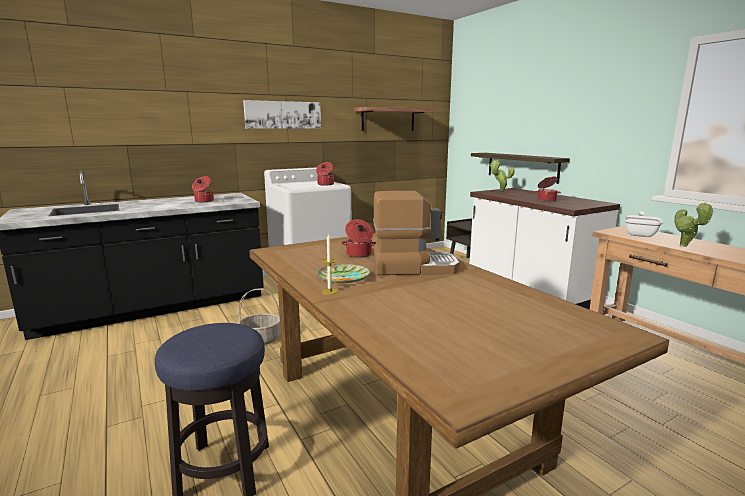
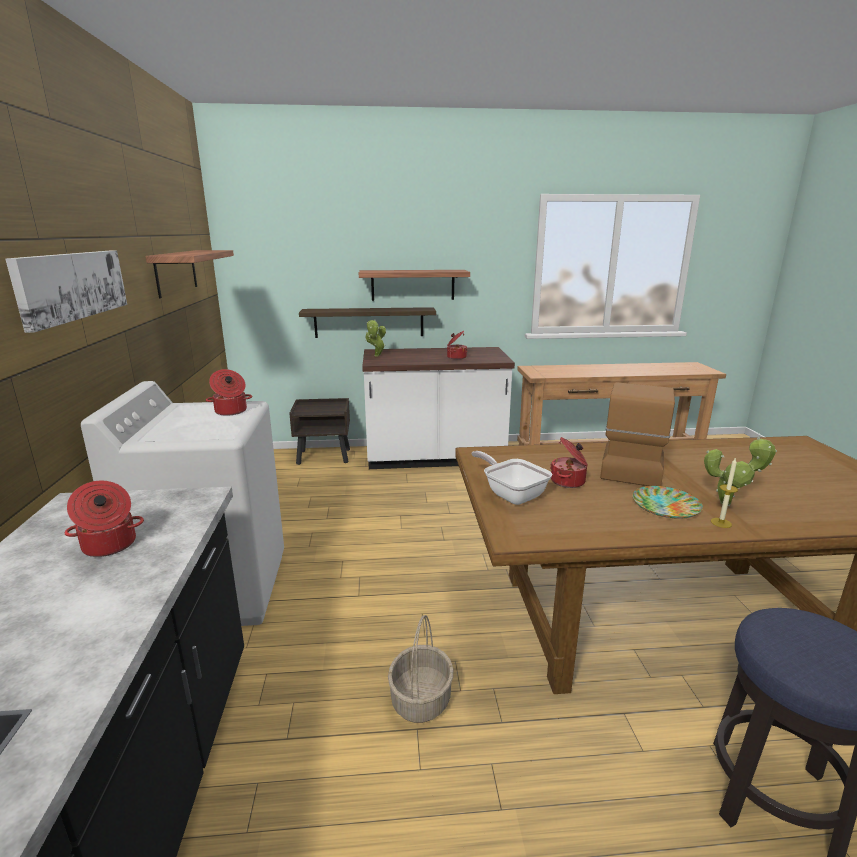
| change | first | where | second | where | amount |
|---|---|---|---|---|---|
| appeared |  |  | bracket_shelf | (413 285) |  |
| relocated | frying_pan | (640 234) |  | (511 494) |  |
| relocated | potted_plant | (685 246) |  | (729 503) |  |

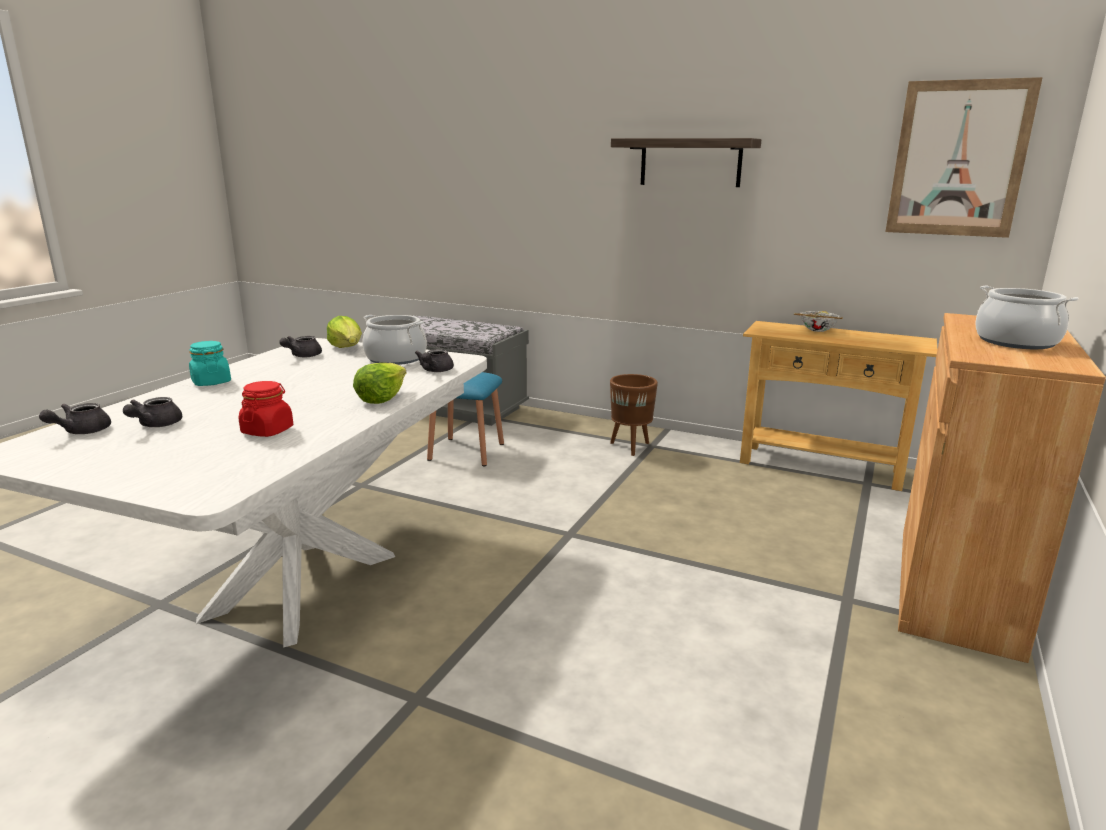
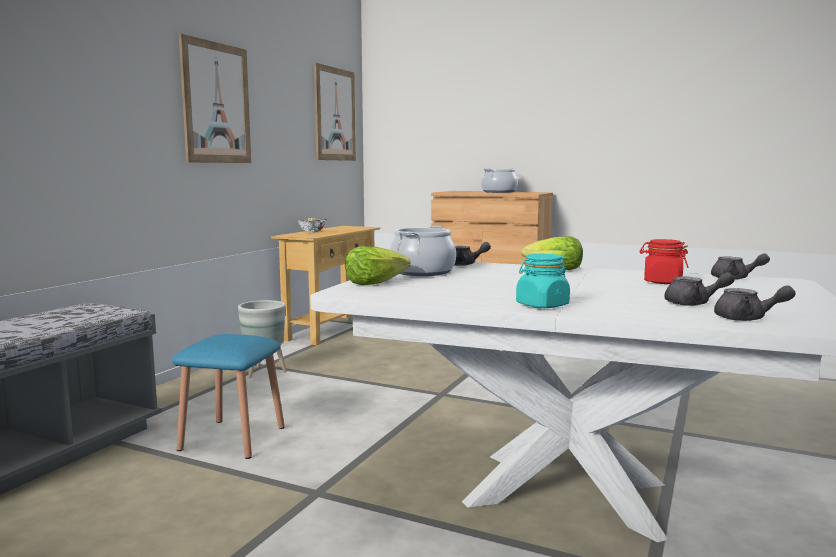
| change | first | where | second | where | amount |
|---|---|---|---|---|---|
| exchanged | bracket_shelf | (690 162) | picture | (216 103) |  |
| colour | brownish_planter | (631 447) | grey_planter | (265 372) |  |
| relocated | grey_pot_for_tea | (302 356) |  | (735 278) |  |

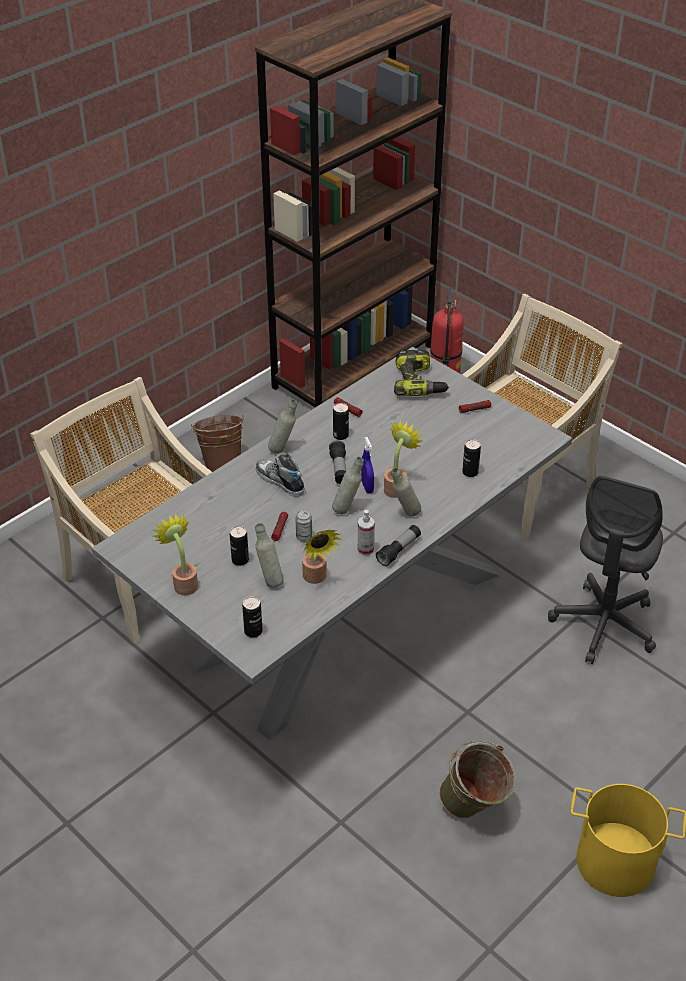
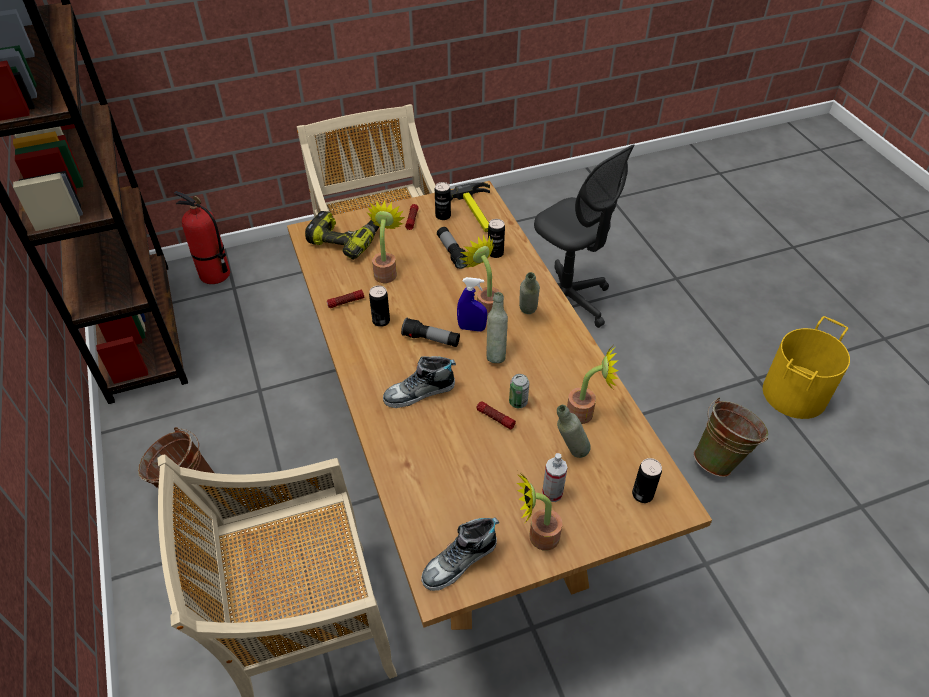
| change | first | where | second | where | amount |
|---|---|---|---|---|---|
| colour | grey_kitchen_table | (344 618) | brownish_kitchen_table | (466 466) |  |
| appeared |  |  | potted_plant | (386 272) |  |
| appeared |  |  | low_shoe | (460 562) |  |
| relocated | sealed_can | (240 560) |  | (443 216) |  |
| relocated | torch | (399 550) |  | (452 253) |  |
| appeared |  |  | hand_hammer | (477 212) |  |
| relocated | sprayer | (365 549) |  | (552 493) |  |
| missing | grey_beverage_bottle | (283 449) |  |  |  |

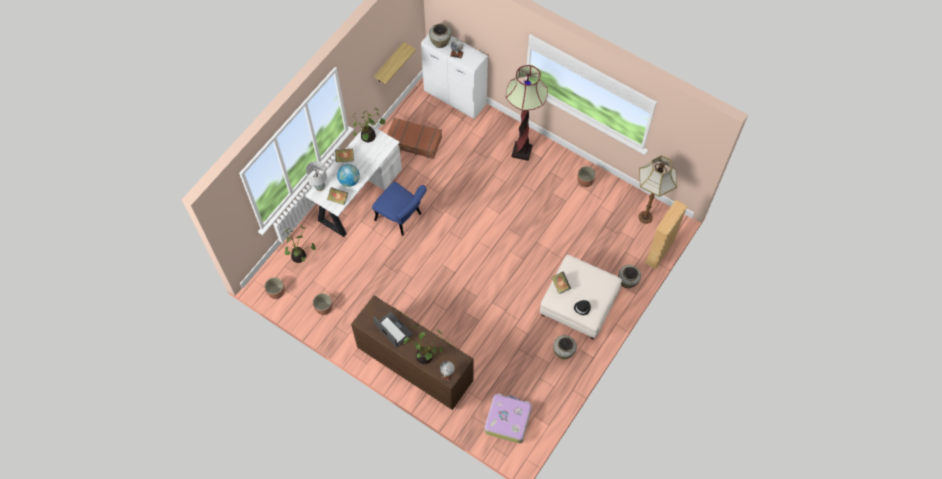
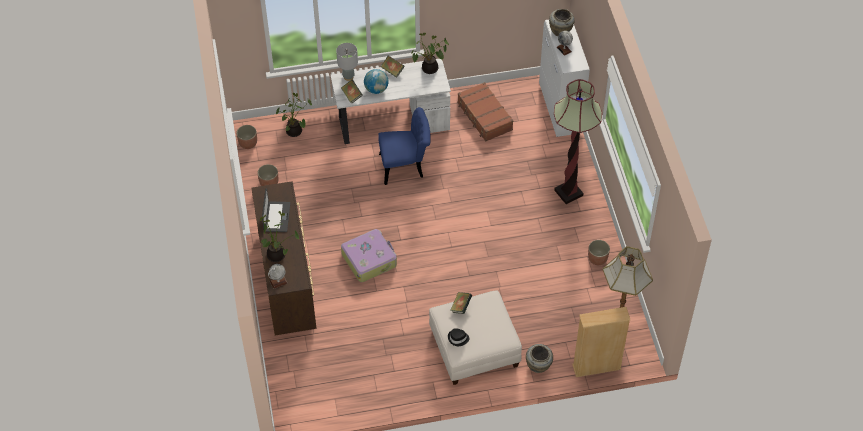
| change | first | where | second | where | amount |
|---|---|---|---|---|---|
| relocated | piece_of_luggage | (507 420) |  | (369 259) |  |
| spun | blue_plain_chair | (401 218) |  | (406 166) | 90 degrees counterclockwise |
| missing | bracket_shelf | (389 64) |  |  |  |
| missing | sand-coloured_flower_vase | (564 352) |  |  |  |

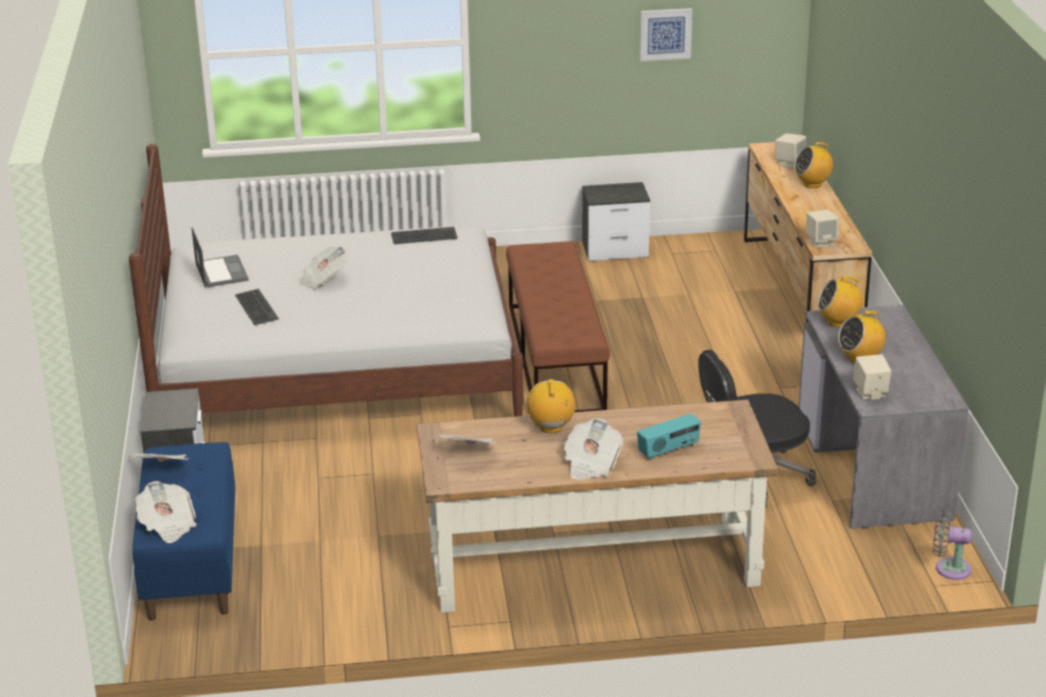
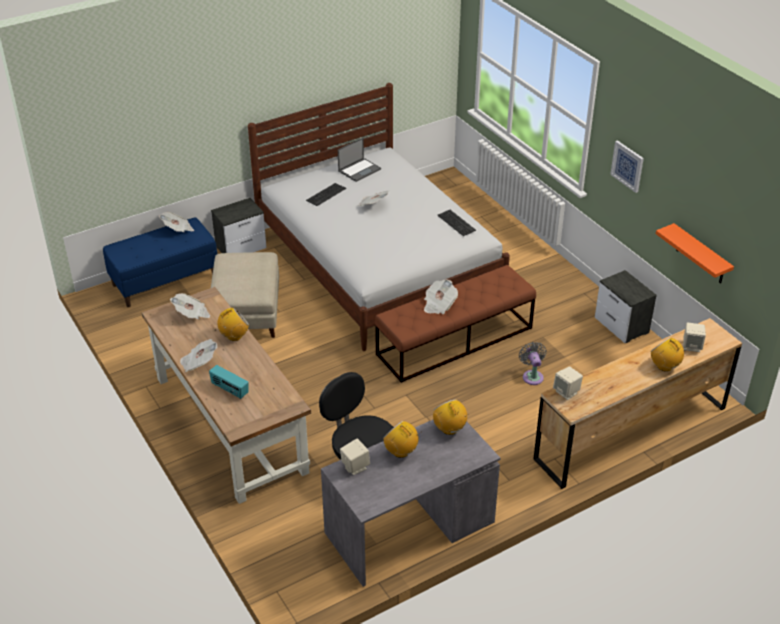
| change | first | where | second | where | amount |
|---|---|---|---|---|---|
| appeared |  |  | sand-coloured_pouffe | (246 313) |  |
| relocated | printed_paper | (167 525) |  | (439 305) |  |
| relocated | grey_fan | (949 568) |  | (532 376) |  |
| relocated | picture | (665 34) |  | (627 166) |  |
| appeared |  |  | orangey_bracket_shelf | (701 255) |  |

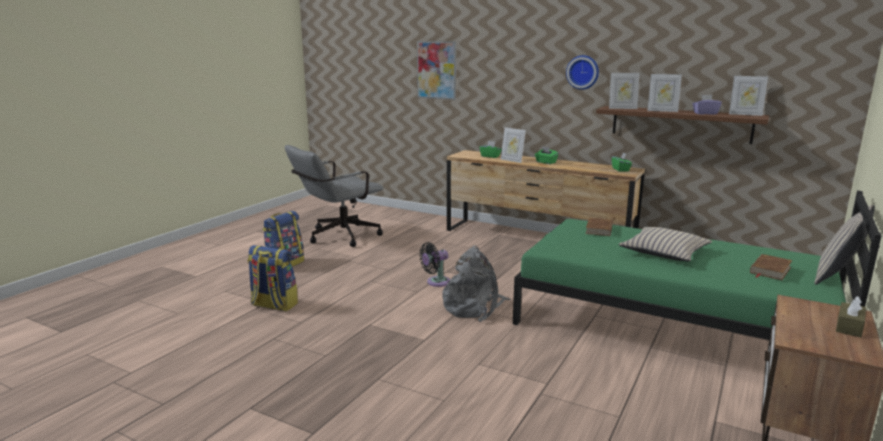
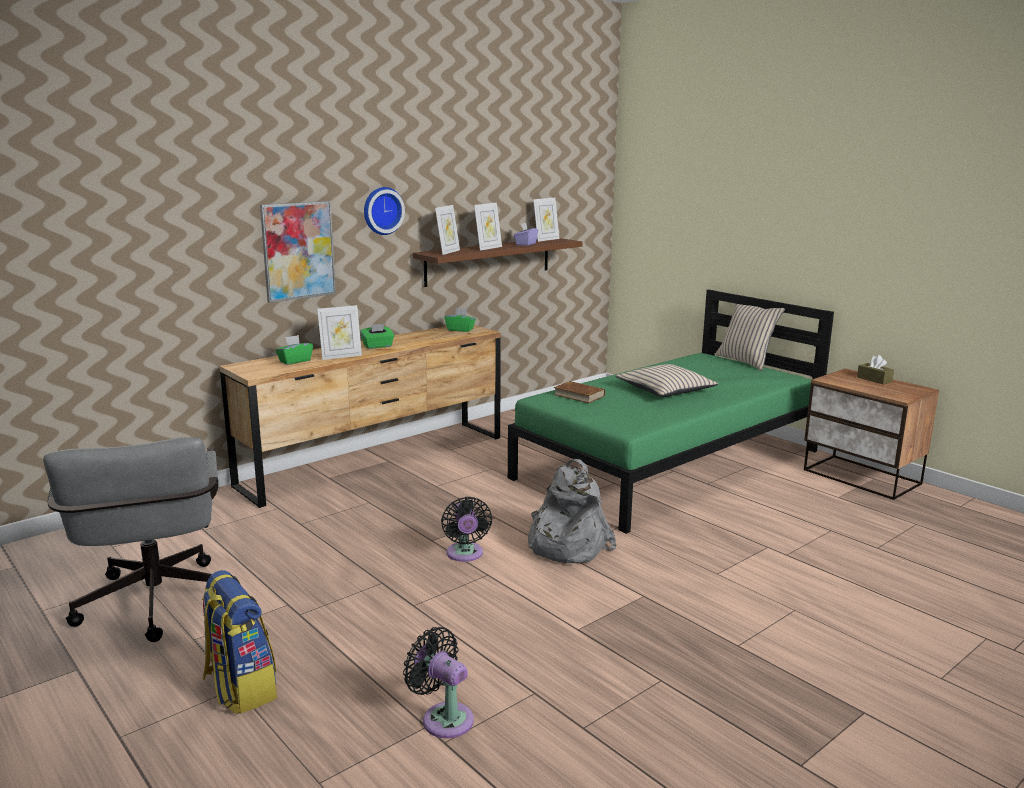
| change | first | where | second | where | amount |
|---|---|---|---|---|---|
| relocated | picture | (436 70) |  | (298 251) |  |
| exchanged | knapsack | (273 305) | black-coloured_fan | (443 718) |  |
| missing | brownish_bound_book | (770 270) |  |  |  |

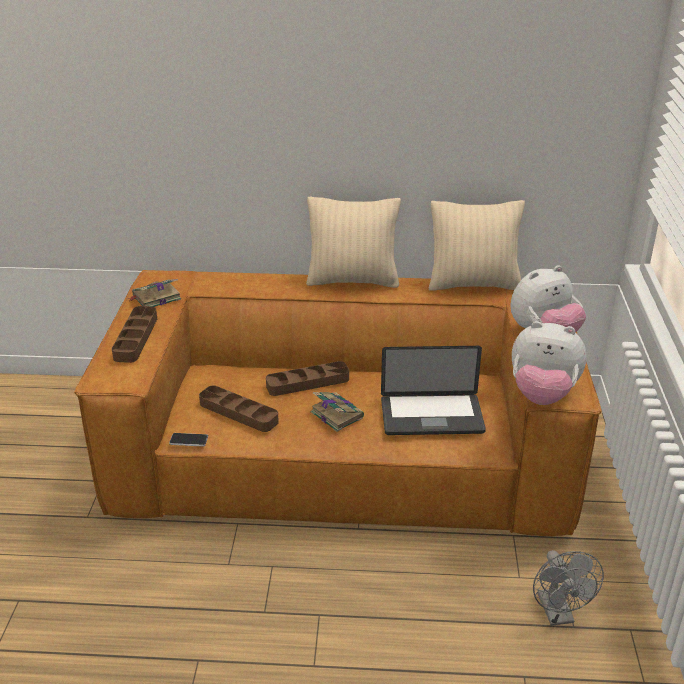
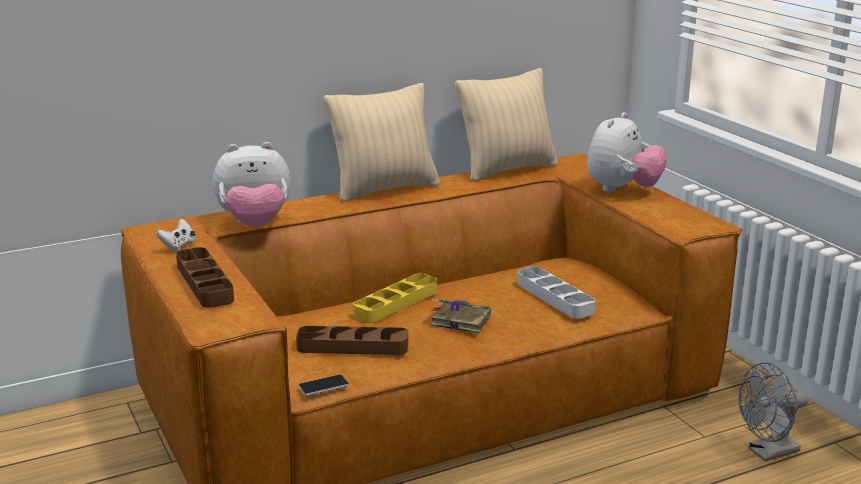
| change | first | where | second | where | amount |
|---|---|---|---|---|---|
| exchanged | bound_book | (155 298) | white-coloured_game_controller | (178 246) |  |
| relocated | cuddly_toy | (542 395) |  | (255 224) |  |
| colour | brownish_carrying_tray | (308 382) | yellow_carrying_tray | (396 303) |  |
| exchanged | notebook_computer | (431 416) | grey_carrying_tray | (554 297) |  |
| spun | grey_fan | (558 614) |  | (767 453) | 105 degrees clockwise |

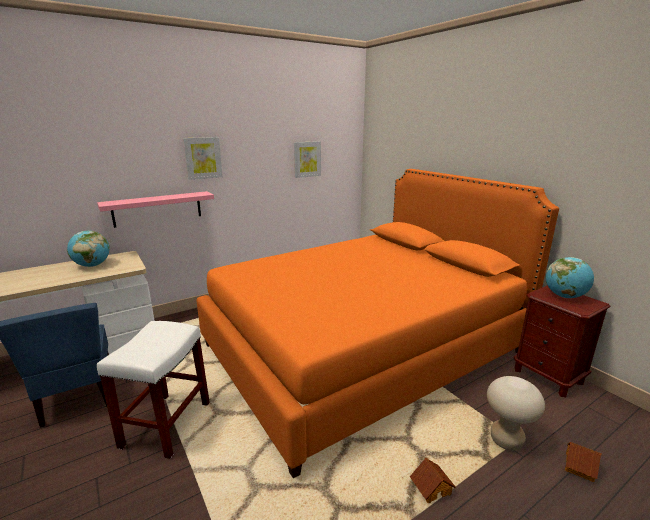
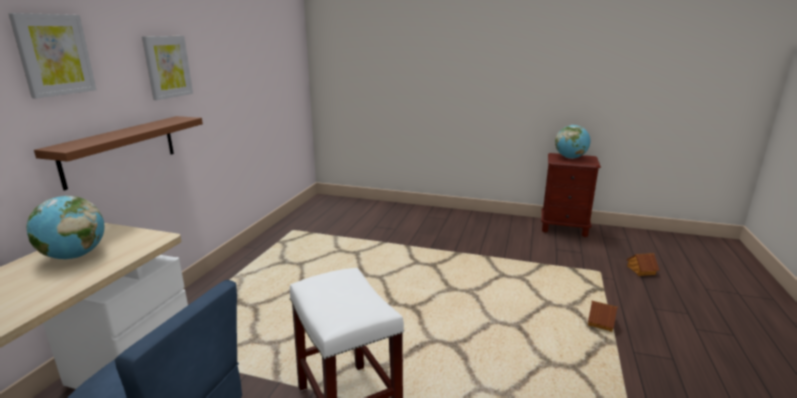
| change | first | where | second | where | amount |
|---|---|---|---|---|---|
| relocated | picture | (307 159) |  | (54 55) |  |
| colour | pink-coloured_bracket_shelf | (157 209) | brownish_bracket_shelf | (120 150) |  |
| missing | orangey_bedroom_bed | (362 348) |  |  |  |
| missing | sand-coloured_stool_seat | (506 440) |  |  |  |

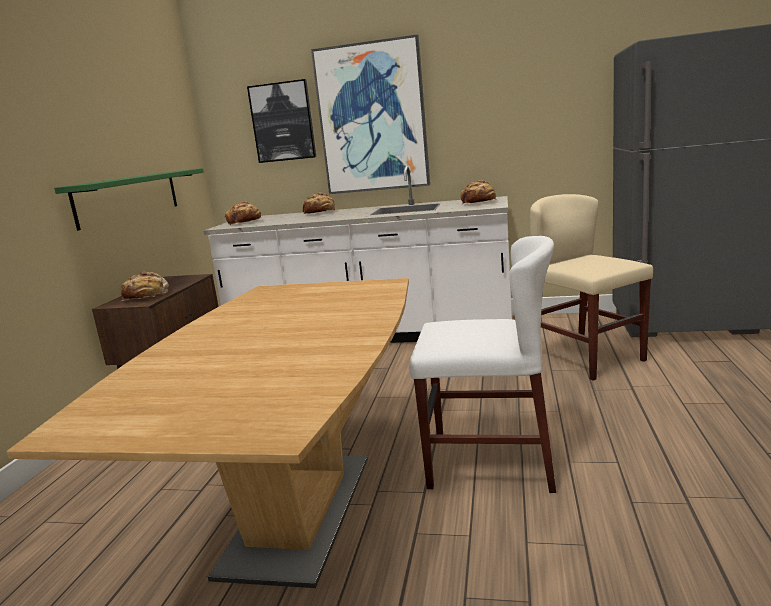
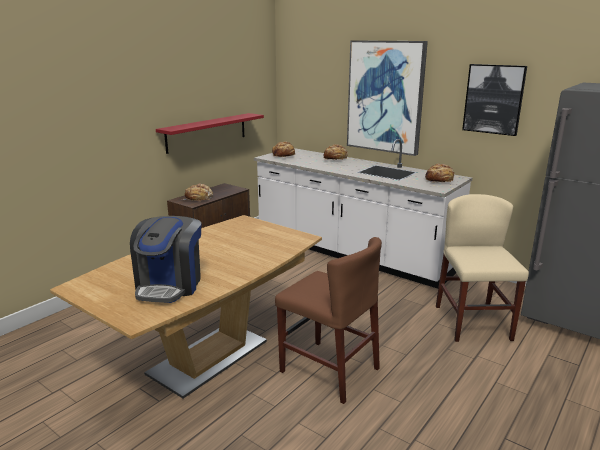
| change | first | where | second | where | amount |
|---|---|---|---|---|---|
| appeared |  |  | coffee_brewer | (170 285) |  |
| colour | green-coloured_bracket_shelf | (129 197) | red_bracket_shelf | (207 132) |  |
| colour | white-coloured_plain_chair | (490 461) | brownish_plain_chair | (329 370) |  |
| relocated | picture | (283 122) |  | (493 99) |  |

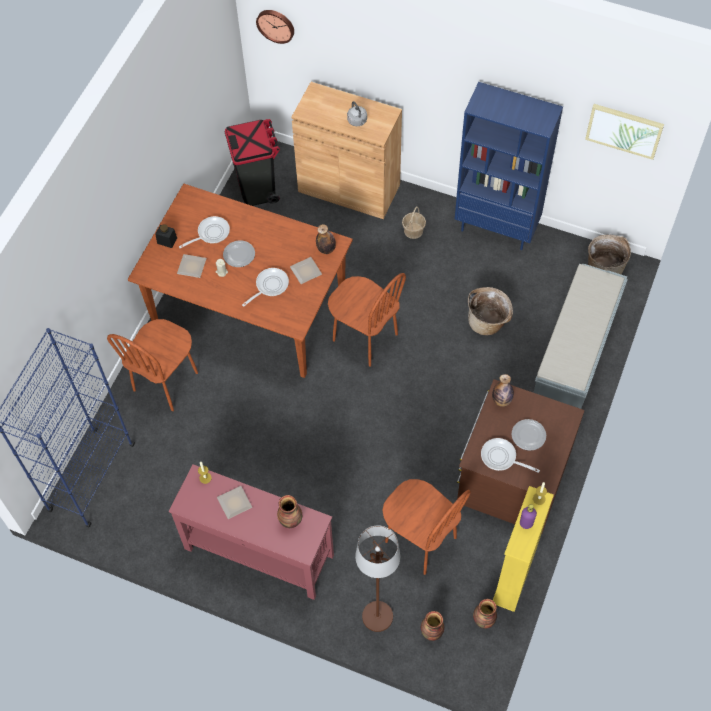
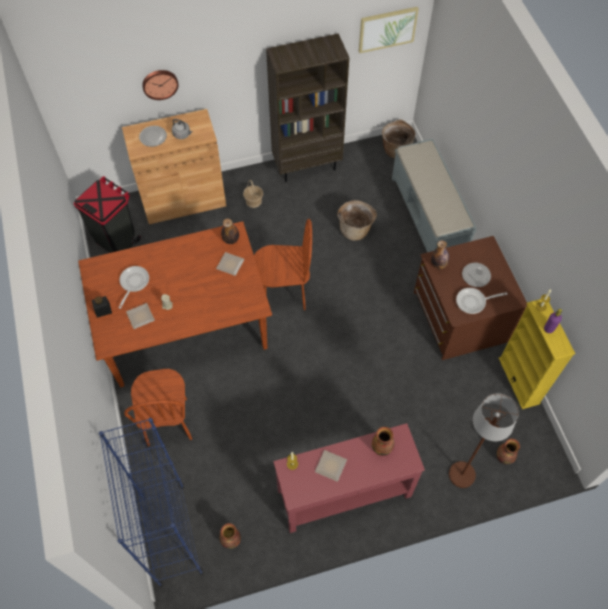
| change | first | where | second | where | amount |
|---|---|---|---|---|---|
| relocated | plate | (239 255) |  | (153 137) |  |
| relocated | wall_clock | (276 25) |  | (160 83) |  |
| relocated | flower_vase | (484 620) |  | (231 540) |  |
| colour | blue_bookshelf | (497 228) | brownish_bookshelf | (307 165) |  |
| missing | frying_pan | (270 286) |  |  |  |
| missing | brownish_plain_chair | (420 540) |  |  |  |

